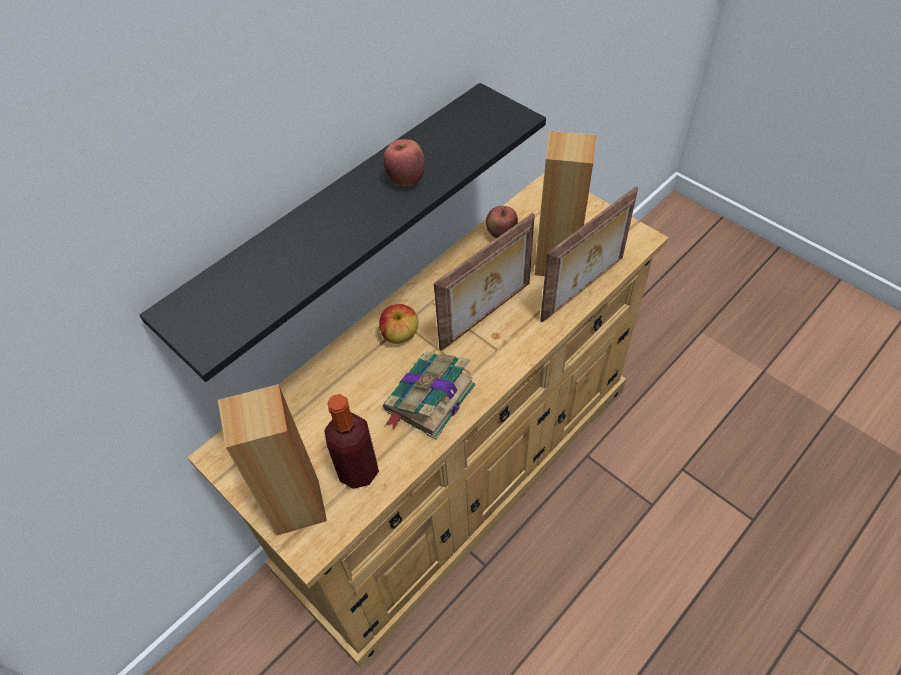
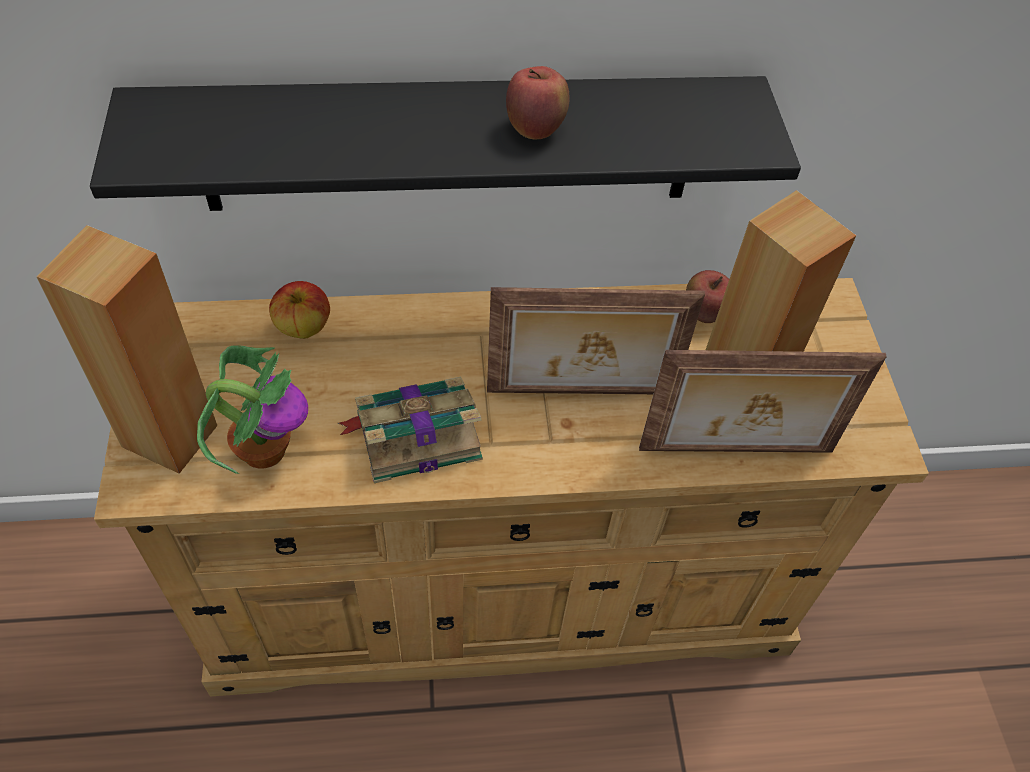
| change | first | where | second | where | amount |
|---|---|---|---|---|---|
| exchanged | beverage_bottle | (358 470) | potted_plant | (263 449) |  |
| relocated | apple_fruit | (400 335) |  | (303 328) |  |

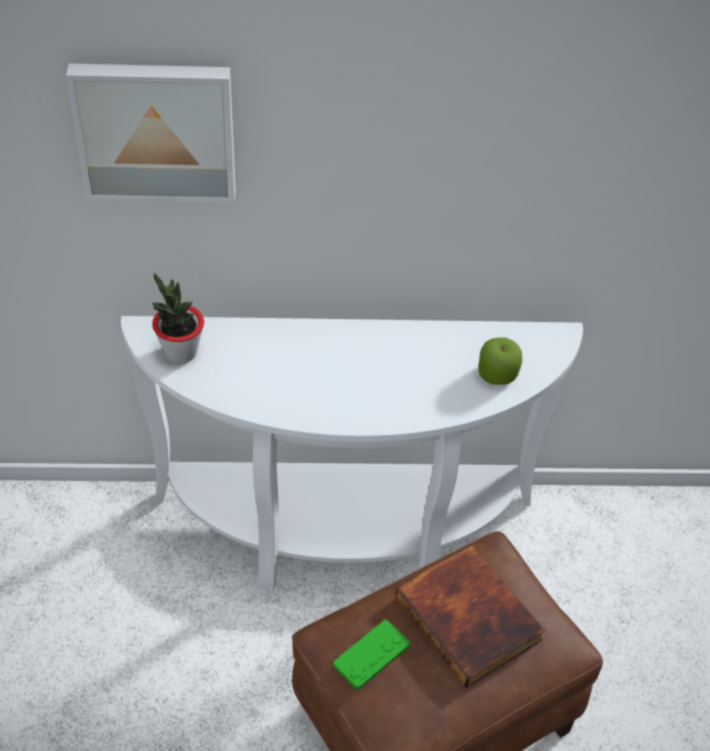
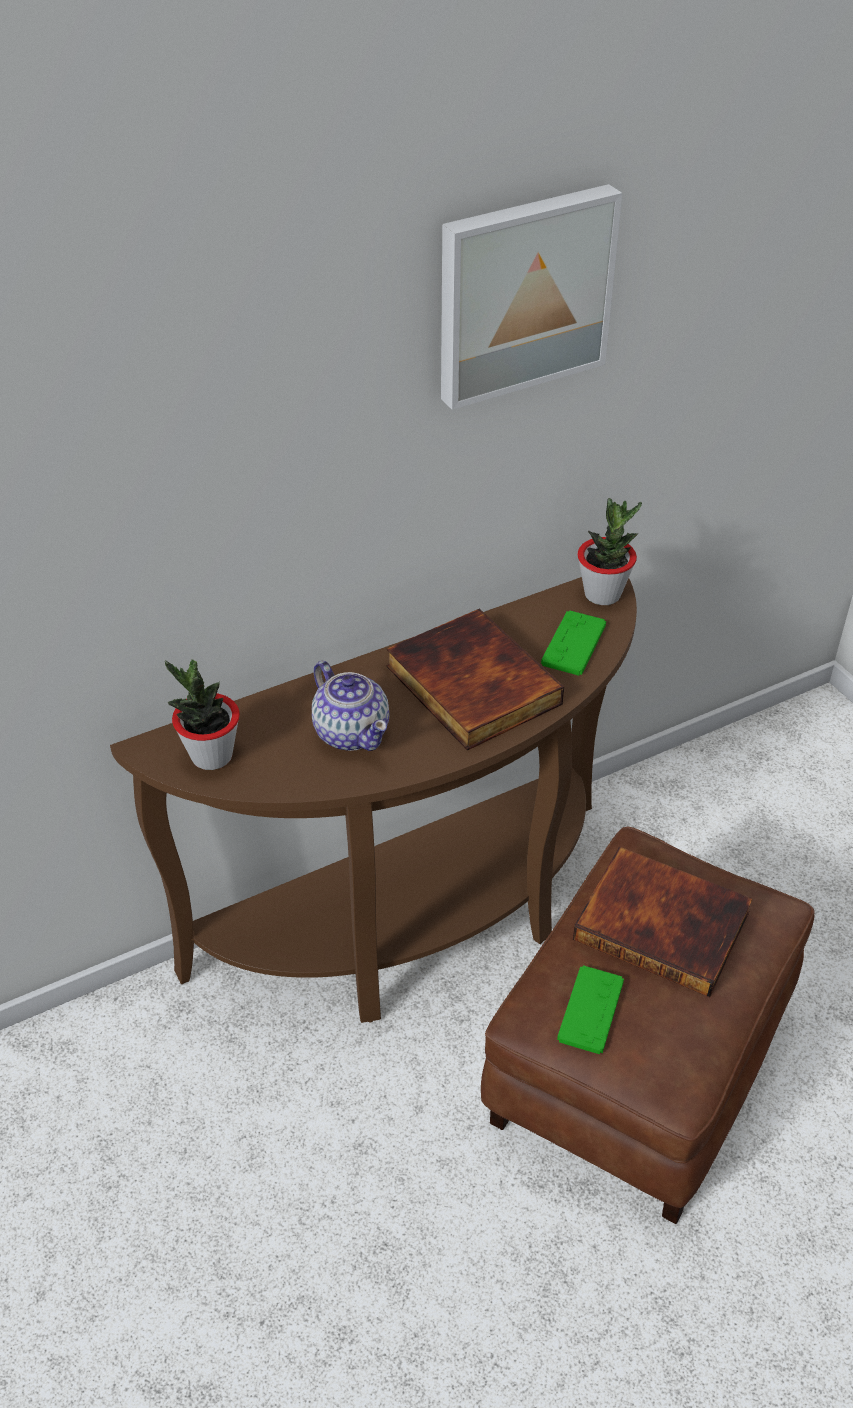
| change | first | where | second | where | amount |
|---|---|---|---|---|---|
| colour | white-coloured_console_table | (344 537) | brownish_console_table | (420 925) |  |
| appeared |  |  | pot_for_tea | (351 732) |  |
| appeared |  |  | bound_book | (469 685) |  |
| relocated | picture | (156 130) |  | (522 294) |  |
| exchanged | apple_fruit | (497 374) | green-coloured_game_controller | (573 644) |  |
| appeared |  |  | potted_plant | (603 594) |  |

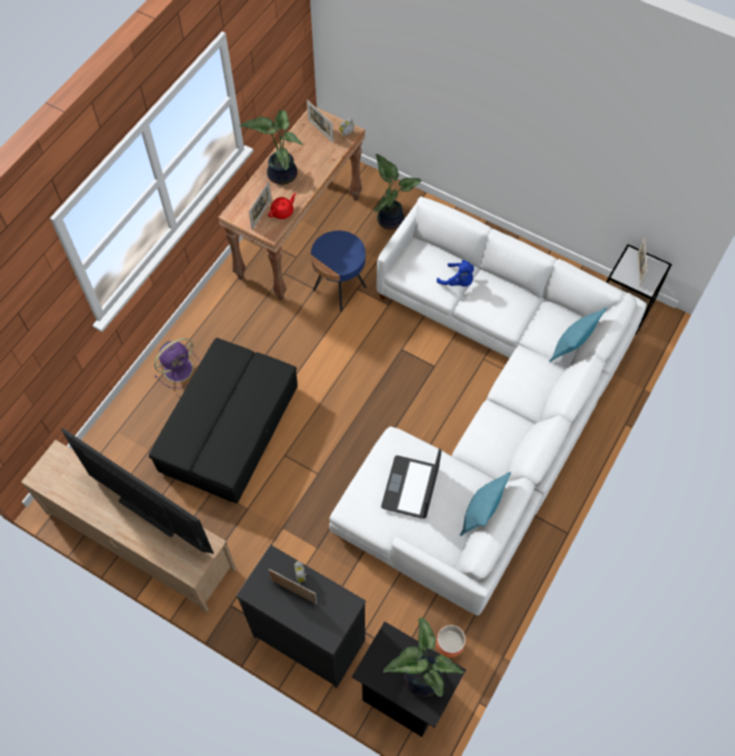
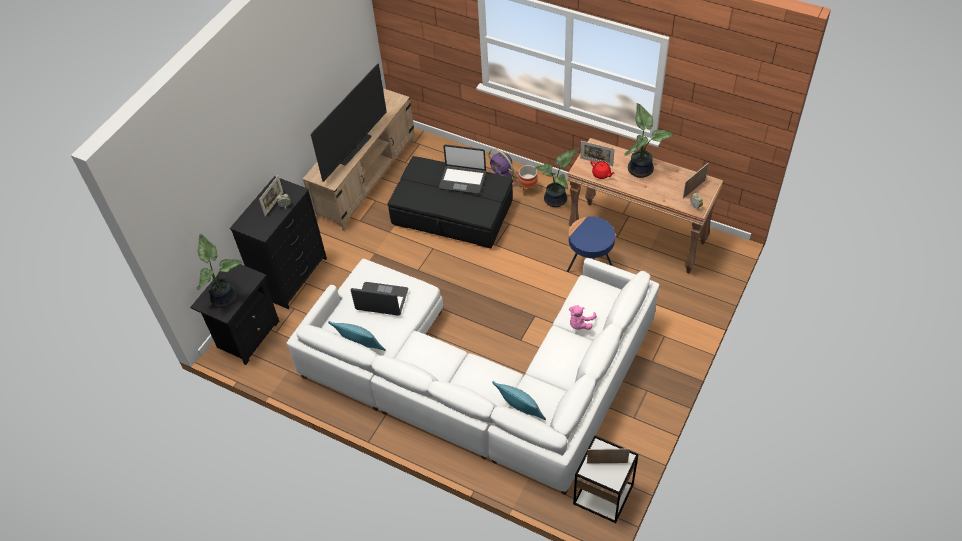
| change | first | where | second | where | amount |
|---|---|---|---|---|---|
| appeared |  |  | notebook_computer | (462 180) |  |
| relocated | planter | (448 648) |  | (528 189) |  |
| relocated | potted_plant | (391 218) |  | (557 200) |  |
| colour | blue_cuddly_toy | (458 281) | pink-coloured_cuddly_toy | (580 324) |  |

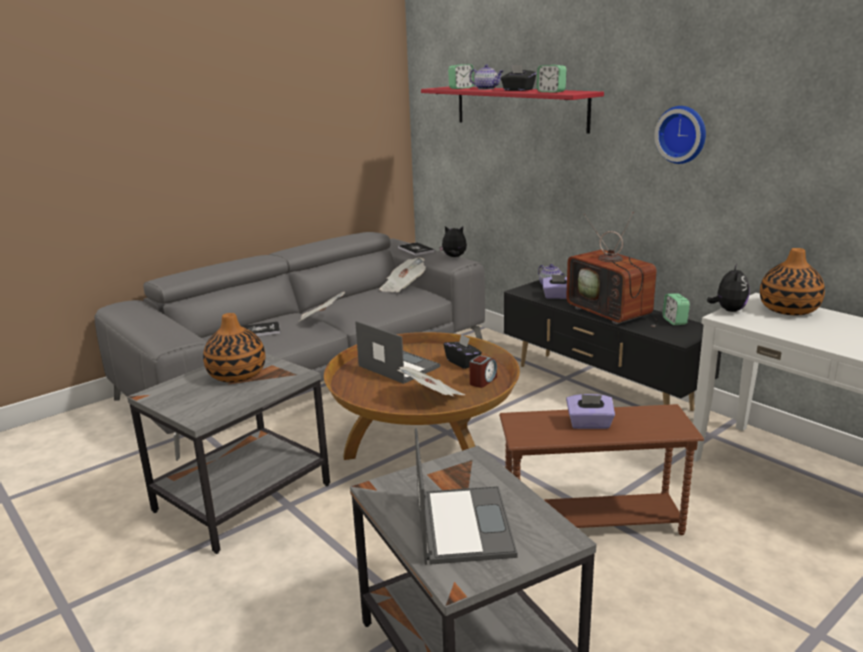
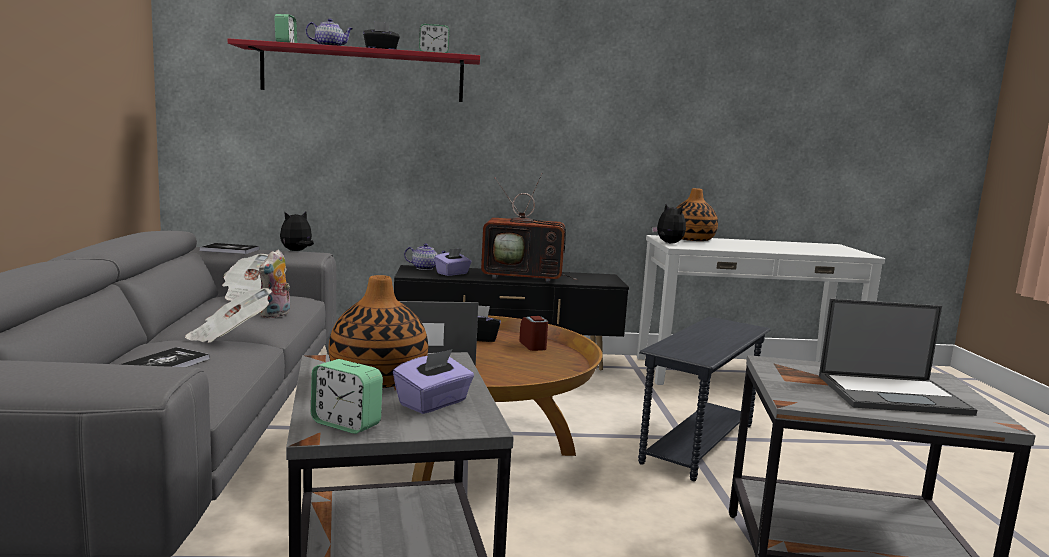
| change | first | where | second | where | amount |
|---|---|---|---|---|---|
| appeared |  |  | cuddly_toy | (276 315) |  |
| relocated | table_clock | (674 321) |  | (346 424) |  |
| relocated | purple_box_of_tissues | (589 424) |  | (433 403) |  |
| colour | brownish_side_table | (592 521) | grey_side_table | (697 443) |  |
| spun | notebook_computer | (463 524) |  | (893 394) | 150 degrees clockwise |
| missing | printed_paper | (432 398) |  |  |  |
| missing | wall_clock | (682 134) |  |  |  |

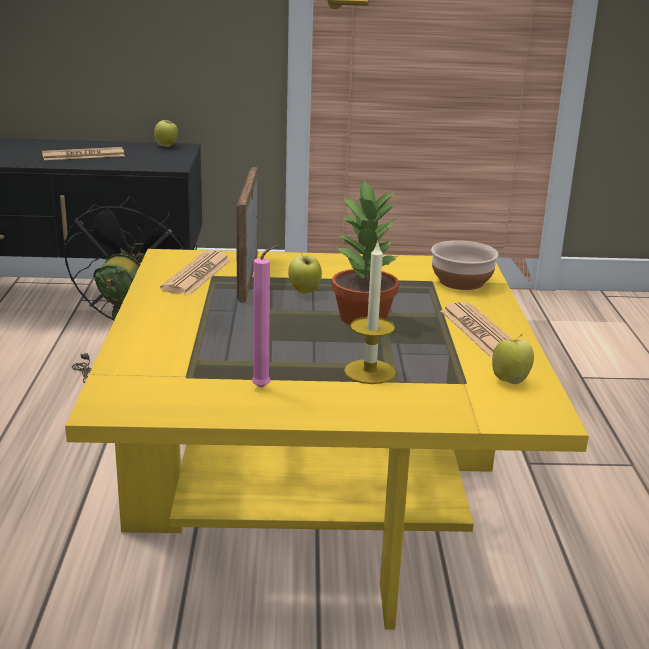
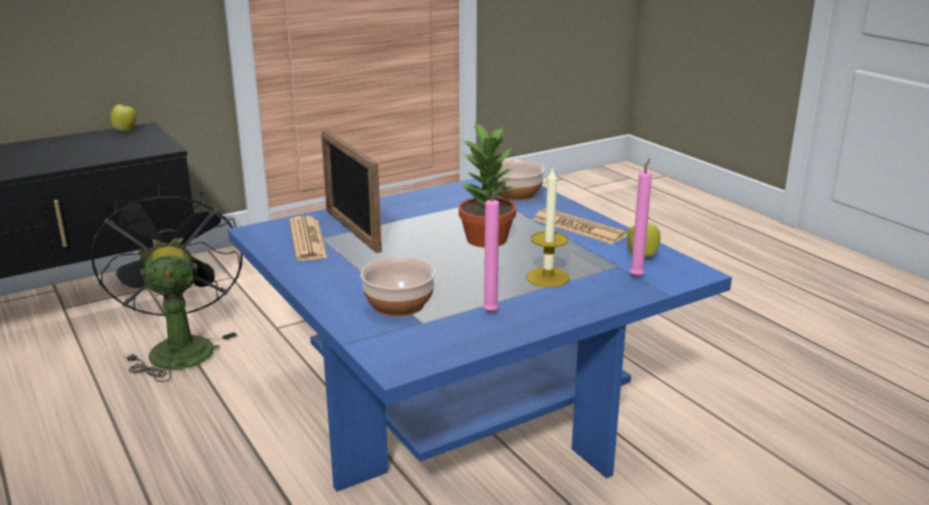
| change | first | where | second | where | amount |
|---|---|---|---|---|---|
| colour | yellow_lounge_table | (318 497) | blue_lounge_table | (464 405) |  |
| appeared |  |  | bowl | (400 304) |  |
| appeared |  |  | pink-coloured_wax_light | (637 276) |  |
| missing | printed_paper | (83 155) |  |  |  |
| missing | apple_fruit | (304 292) |  |  |  |

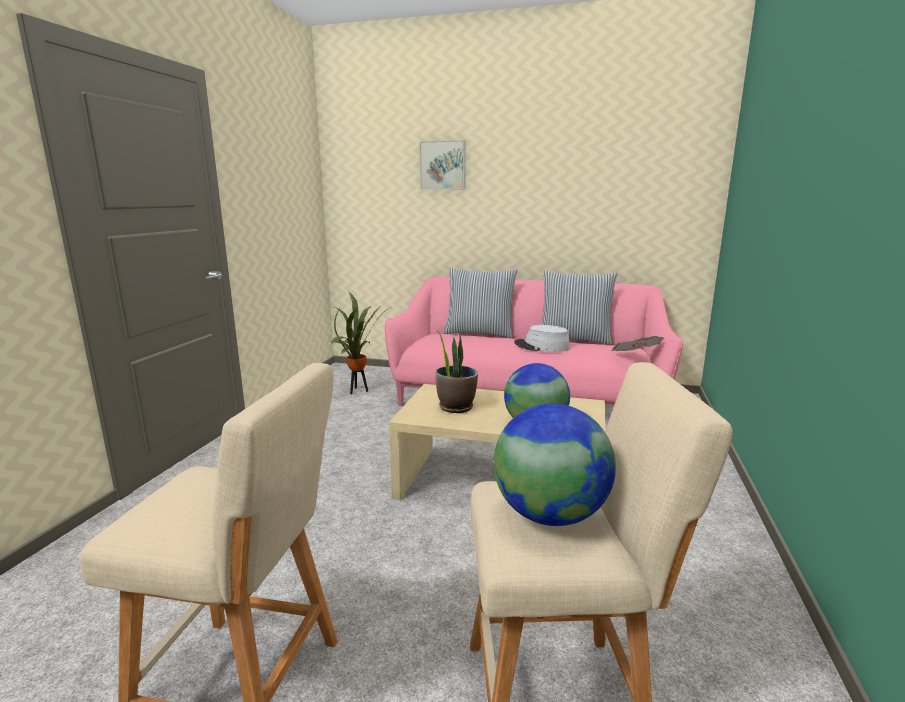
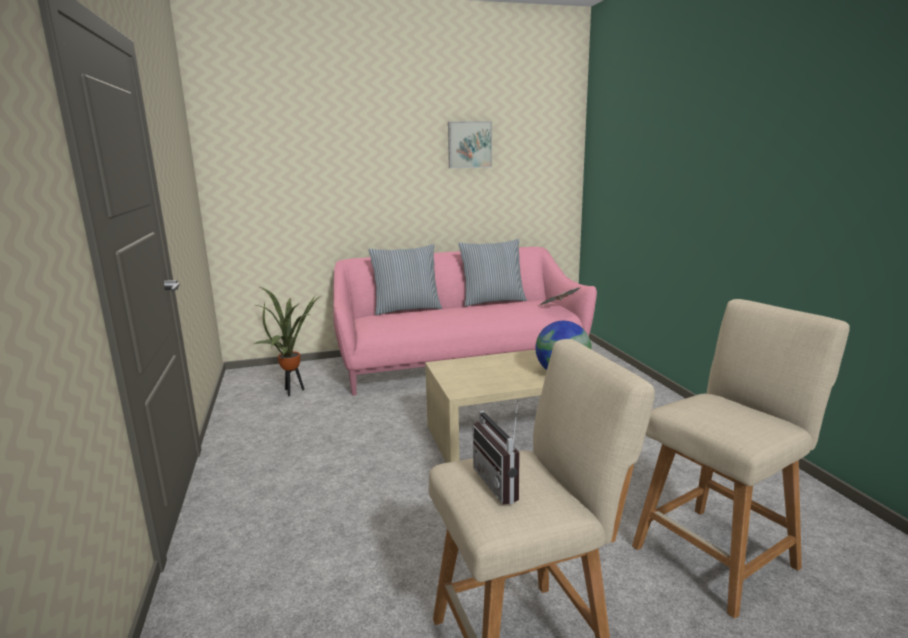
| change | first | where | second | where | amount |
|---|---|---|---|---|---|
| relocated | picture | (443 165) |  | (469 145) |  |
| appeared |  |  | radio_receiver | (503 483) |  |
| missing | potted_plant | (456 407) |  |  |  |
| missing | desk_globe | (550 515) |  |  |  |
| missing | grey_wearable_hat | (541 346) |  |  |  |

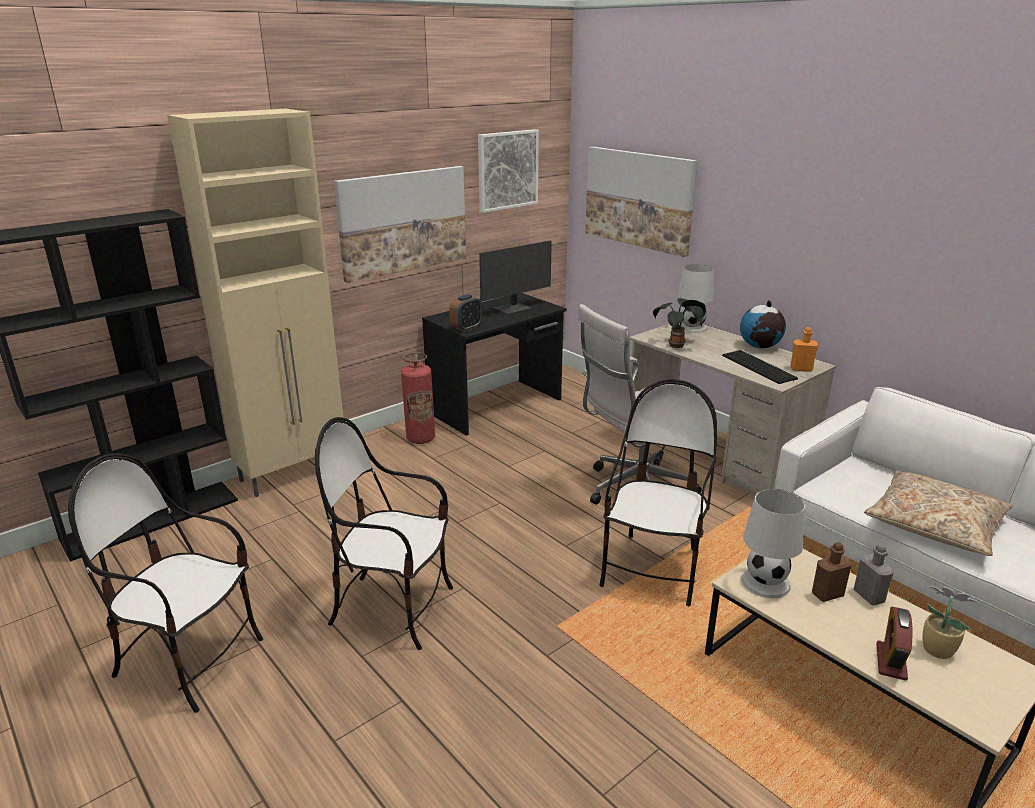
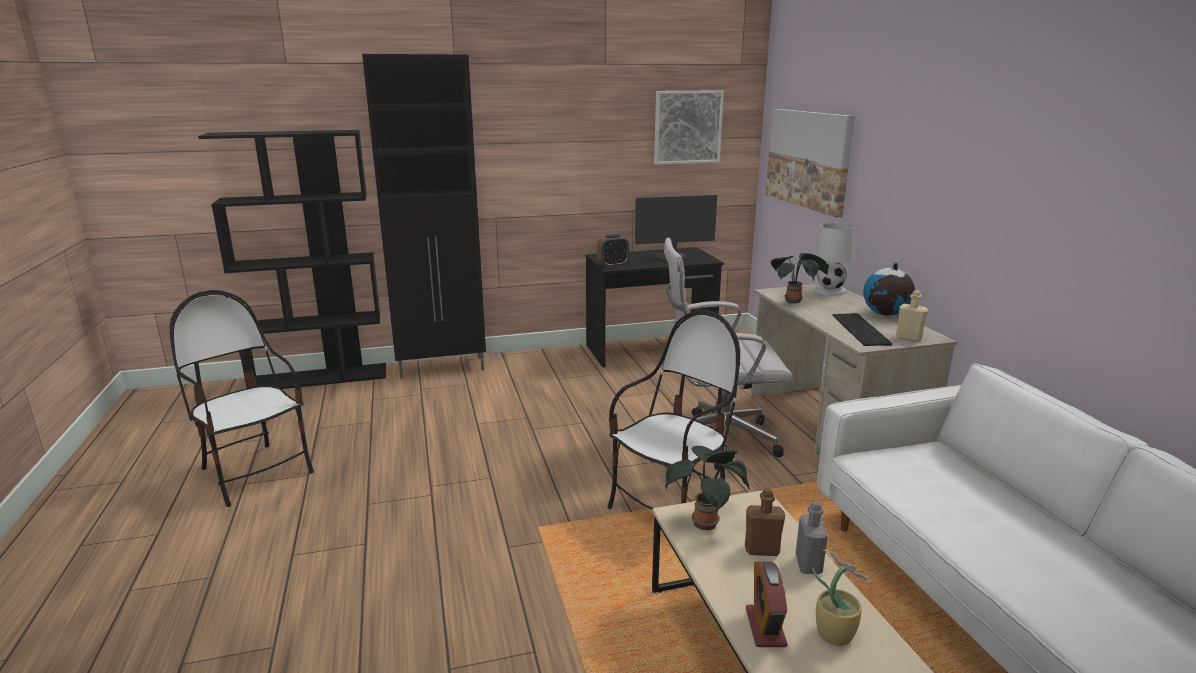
| change | first | where | second | where | amount |
|---|---|---|---|---|---|
| colour | sand-coloured_cupboard | (294 472) | black-coloured_cupboard | (443 367) |  |
| exchanged | white-coloured_tabletop_lamp | (765 583) | potted_plant | (706 523) |  |
| spun | table_clock | (891 661) |  | (765 627) | 45 degrees counterclockwise |
| colour | orangey_beverage_bottle | (801 369) | sand-coloured_beverage_bottle | (908 338) |  |
| missing | plain_chair | (393 608) |  |  |  |
| missing | picture | (403 222) |  |  |  |
| missing | fire-fighting_cylinder | (420 438) |  |  |  |
| missing | sand-coloured_cushion | (934 524) |  |  |  |

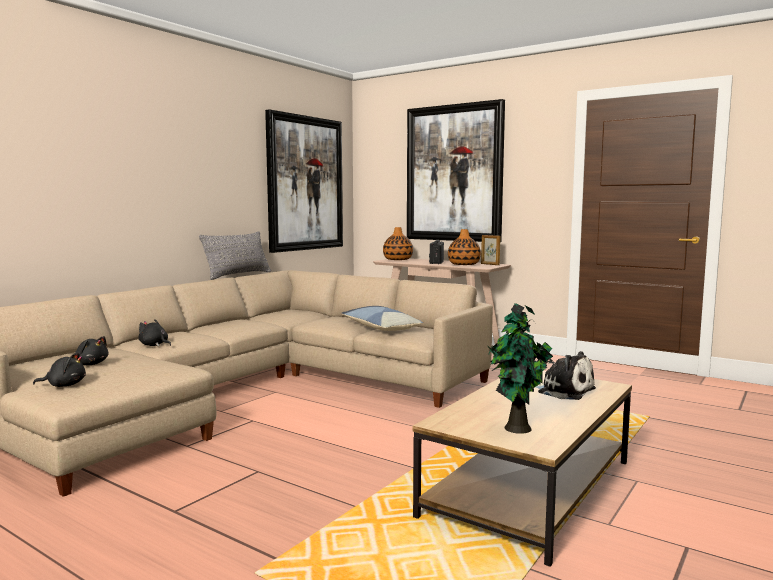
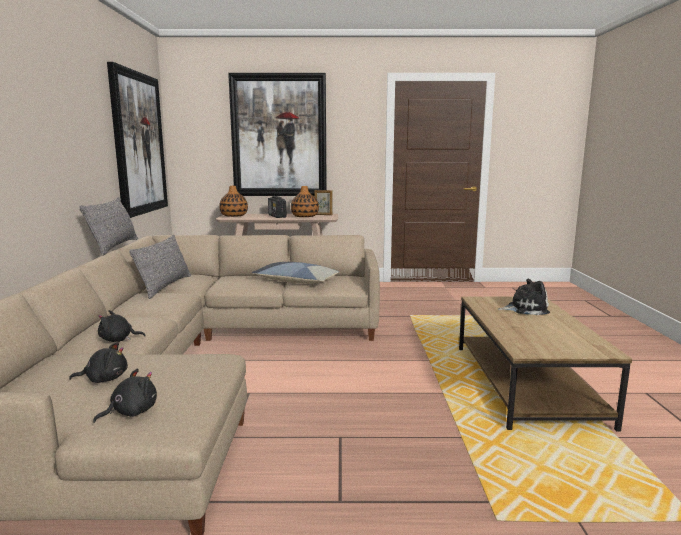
| change | first | where | second | where | amount |
|---|---|---|---|---|---|
| appeared |  |  | grey_cushion | (165 286) |  |
| missing | potted_plant | (518 429) |  |  |  |

